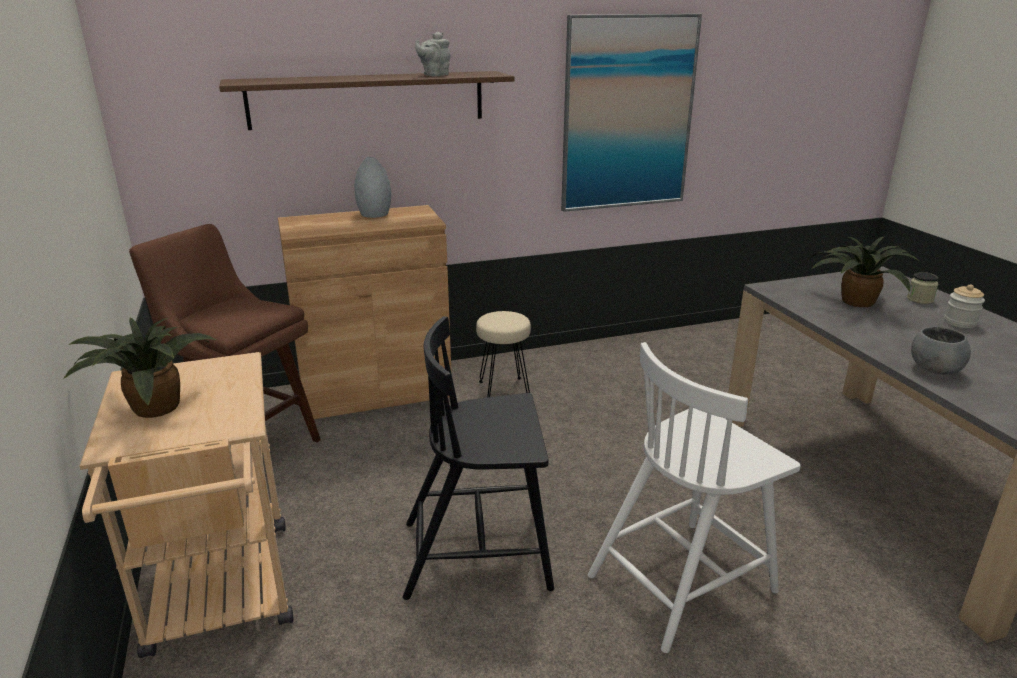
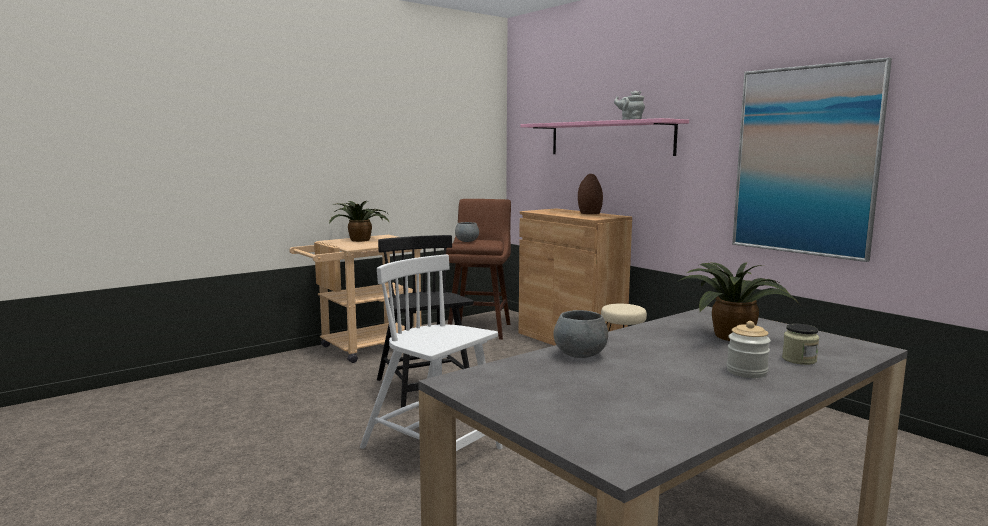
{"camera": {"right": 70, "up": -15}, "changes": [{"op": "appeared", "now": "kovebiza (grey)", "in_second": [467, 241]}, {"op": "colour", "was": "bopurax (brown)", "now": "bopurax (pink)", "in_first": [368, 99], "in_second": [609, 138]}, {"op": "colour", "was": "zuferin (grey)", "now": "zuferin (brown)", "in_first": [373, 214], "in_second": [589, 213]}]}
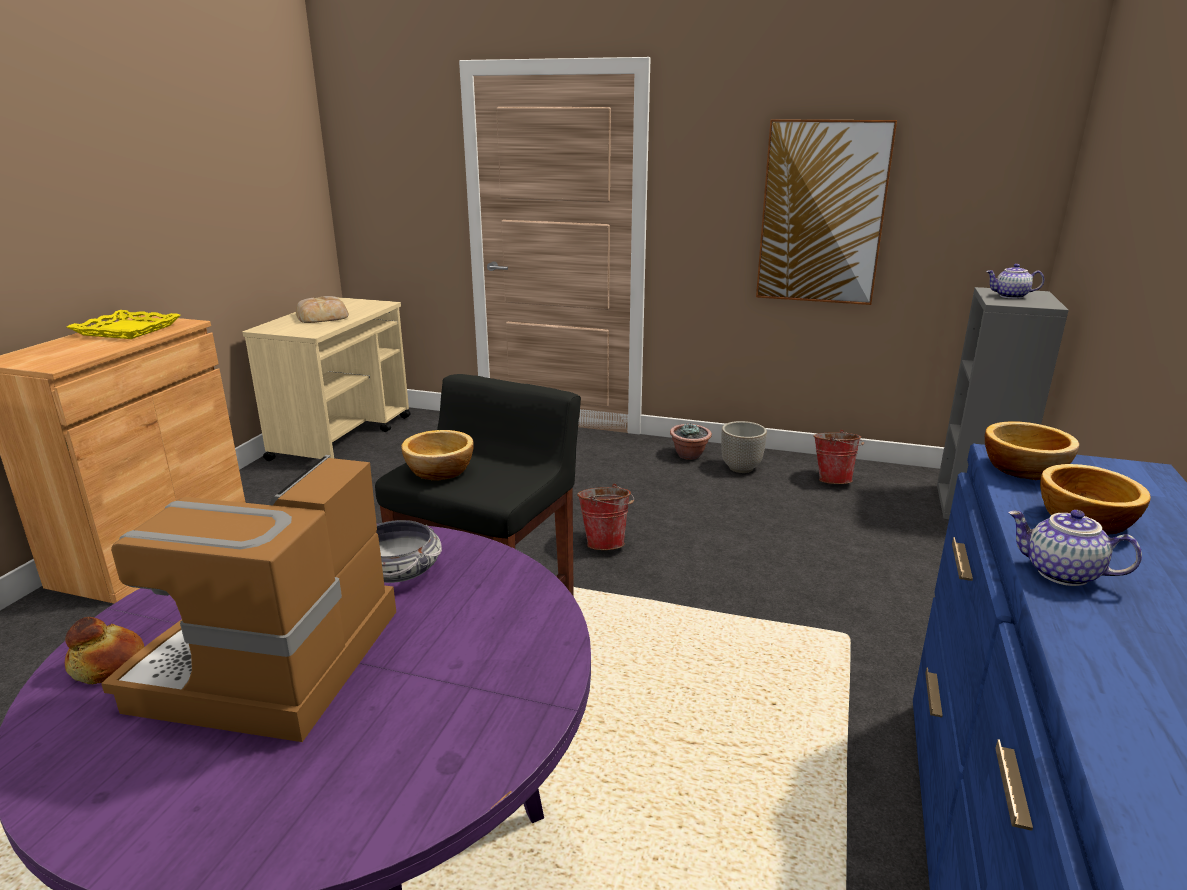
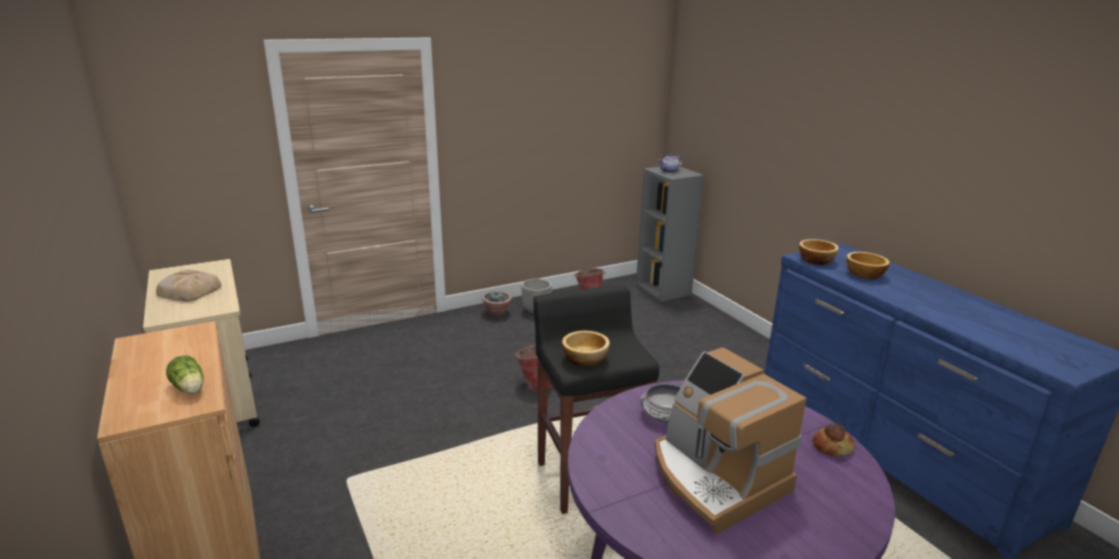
{"camera": {"right": -45, "up": 0}, "changes": [{"op": "appeared", "now": "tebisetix", "in_second": [189, 389]}, {"op": "relocated", "was": "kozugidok", "in_first": [108, 664], "in_second": [832, 447]}, {"op": "missing", "was": "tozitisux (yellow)", "in_first": [126, 330]}, {"op": "missing", "was": "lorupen", "in_first": [822, 213]}, {"op": "missing", "was": "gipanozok", "in_first": [1061, 574]}]}
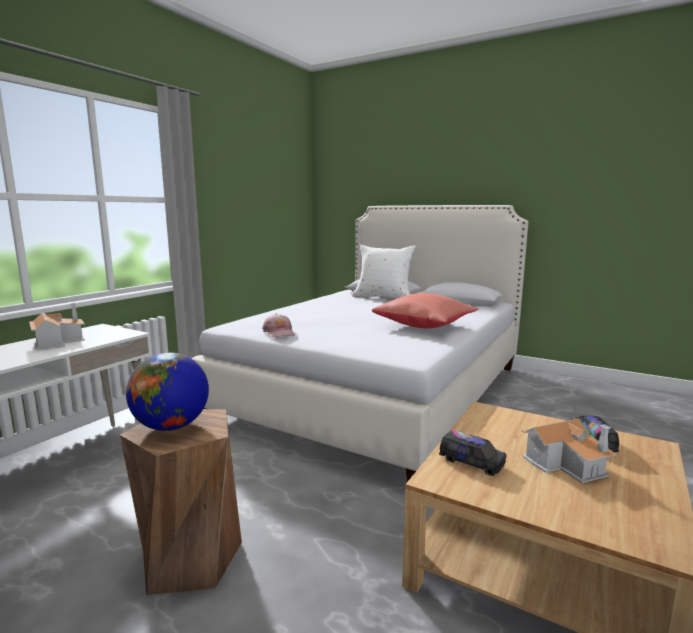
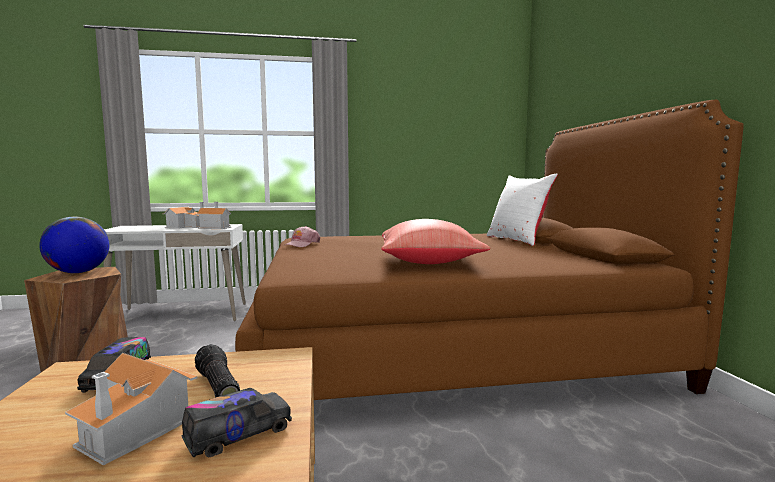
{"camera": {"right": 50, "up": -5}, "changes": [{"op": "appeared", "now": "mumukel", "in_second": [215, 227]}, {"op": "appeared", "now": "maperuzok", "in_second": [216, 386]}, {"op": "colour", "was": "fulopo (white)", "now": "fulopo (brown)", "in_first": [378, 391], "in_second": [448, 347]}]}
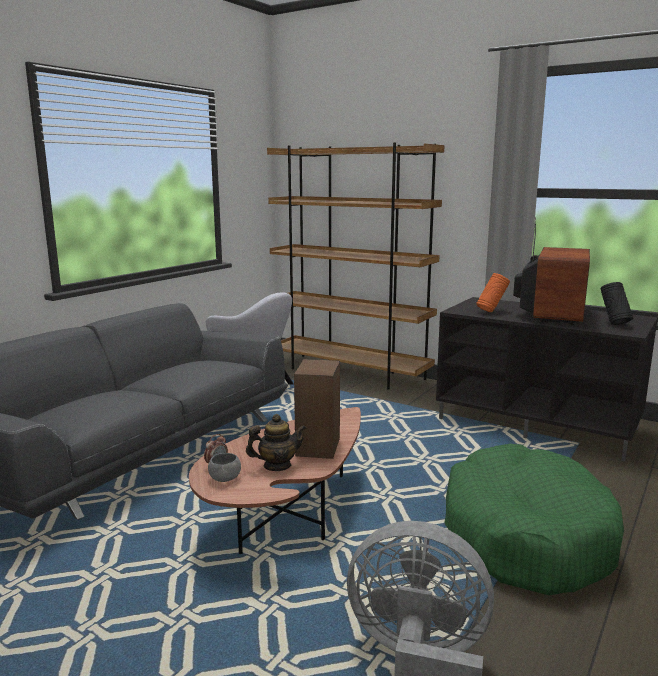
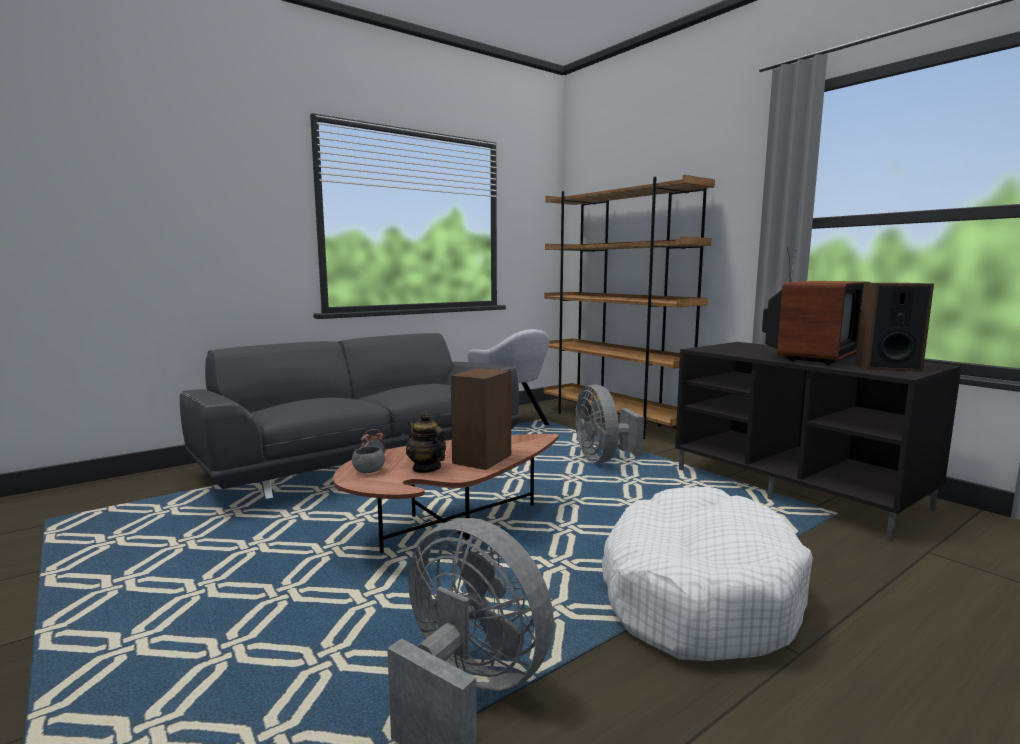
{"camera": {"right": 20, "up": -5}, "changes": [{"op": "spun", "was": "gipanozok", "in_first": [277, 466], "in_second": [426, 468], "clockwise": -135}, {"op": "appeared", "now": "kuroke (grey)", "in_second": [603, 459]}, {"op": "colour", "was": "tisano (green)", "now": "tisano (white)", "in_first": [525, 536], "in_second": [697, 593]}, {"op": "exchanged", "was": "zuferin (black)", "now": "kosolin", "in_first": [614, 324], "in_second": [887, 367]}, {"op": "missing", "was": "zuferin (orange)", "in_first": [491, 311]}]}
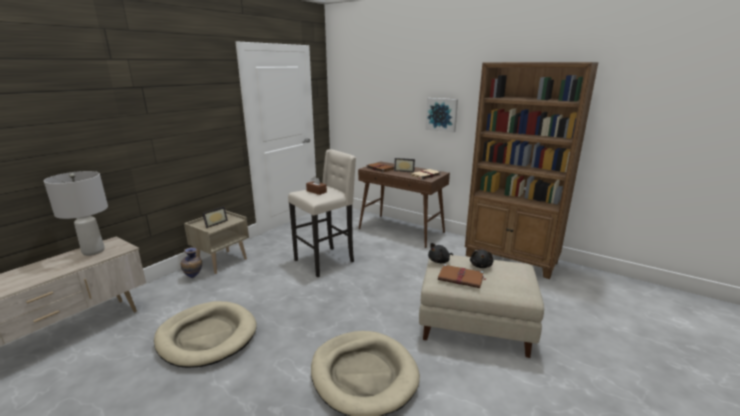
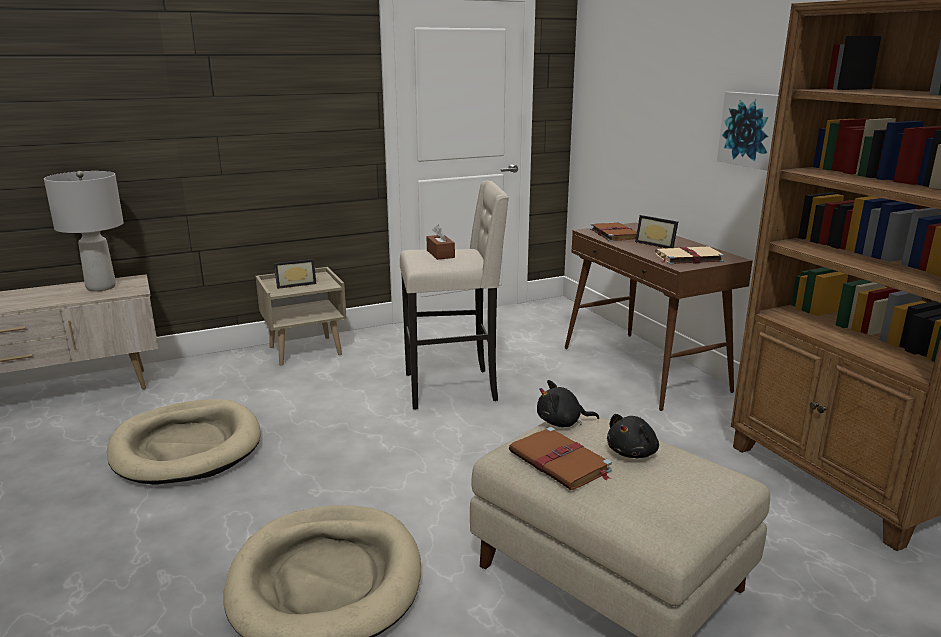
{"camera": {"right": 30, "up": 0}, "changes": [{"op": "missing", "was": "zuferin", "in_first": [194, 277]}]}
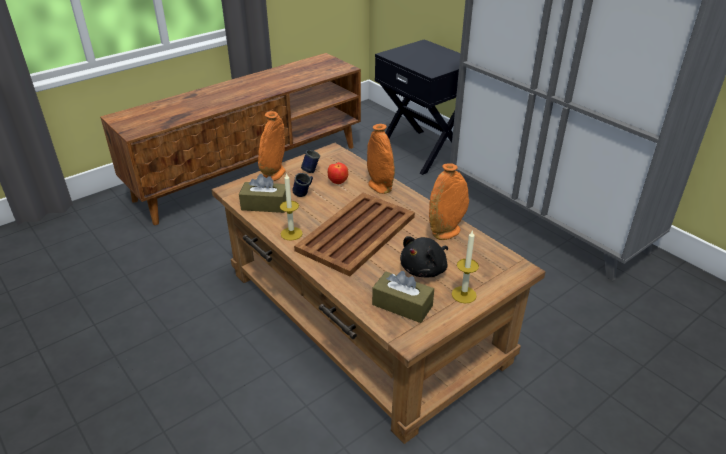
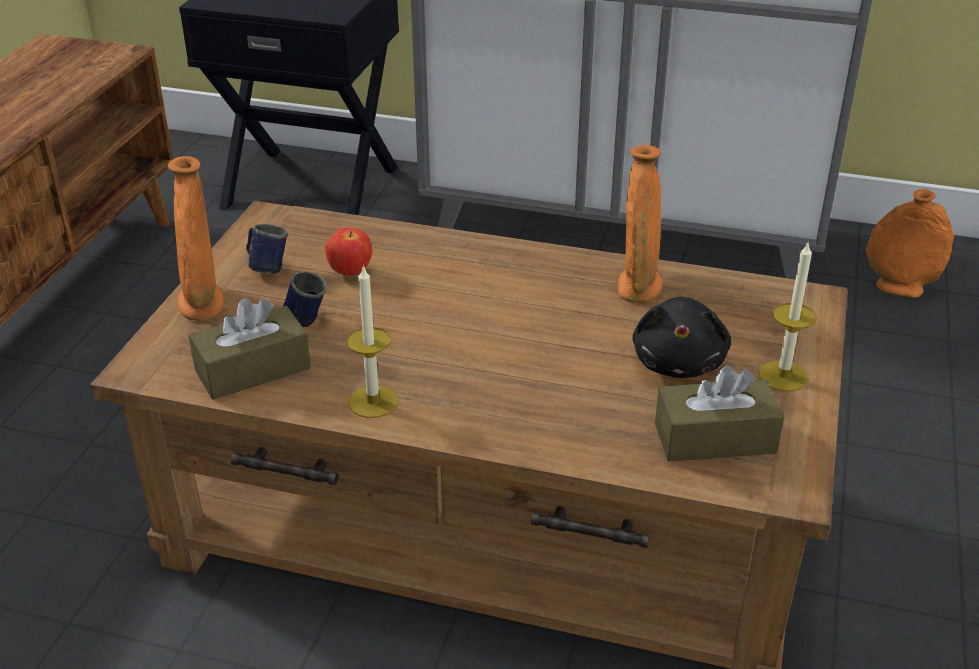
{"camera": {"right": -35, "up": 0}, "changes": [{"op": "relocated", "was": "zuferin (orange)", "in_first": [380, 187], "in_second": [899, 288]}, {"op": "missing", "was": "tozitisux (brown)", "in_first": [357, 233]}]}
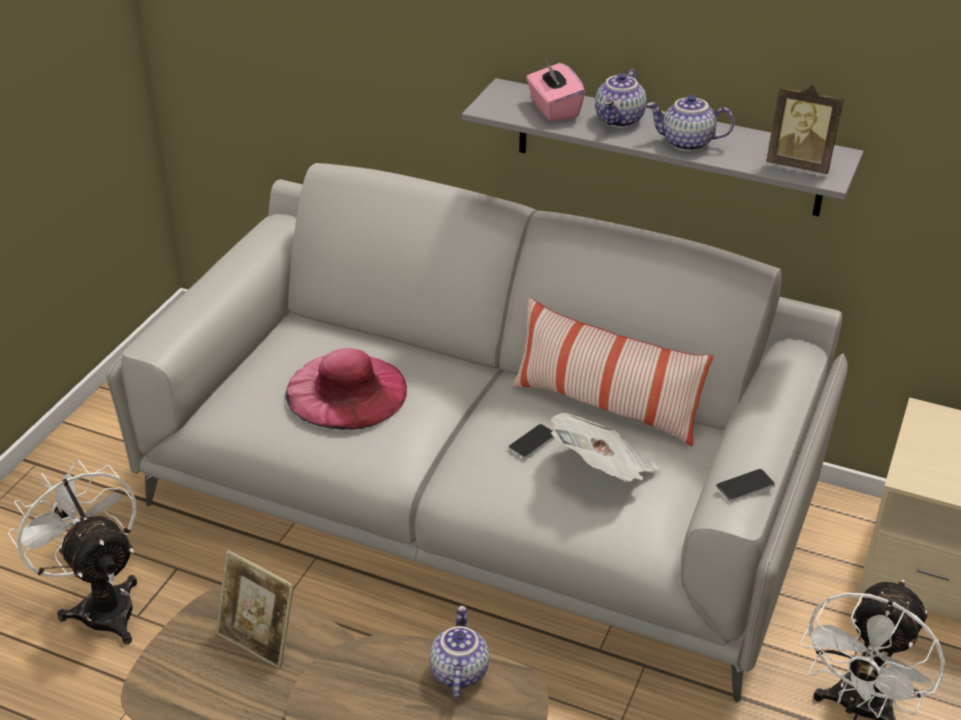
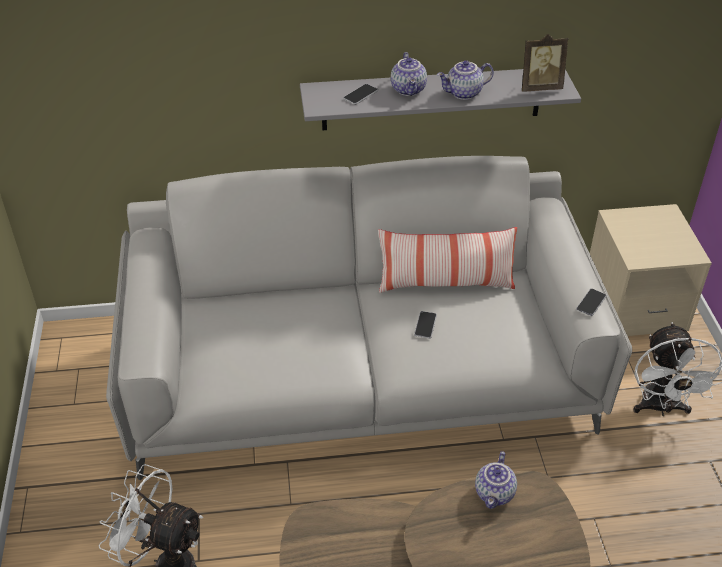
{"camera": {"right": -30, "up": 5}, "changes": [{"op": "exchanged", "was": "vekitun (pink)", "now": "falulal", "in_first": [553, 109], "in_second": [360, 95]}, {"op": "spun", "was": "gipanozok", "in_first": [457, 672], "in_second": [495, 494], "clockwise": -135}, {"op": "missing", "was": "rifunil", "in_first": [258, 641]}, {"op": "missing", "was": "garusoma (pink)", "in_first": [346, 390]}, {"op": "missing", "was": "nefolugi", "in_first": [603, 470]}]}
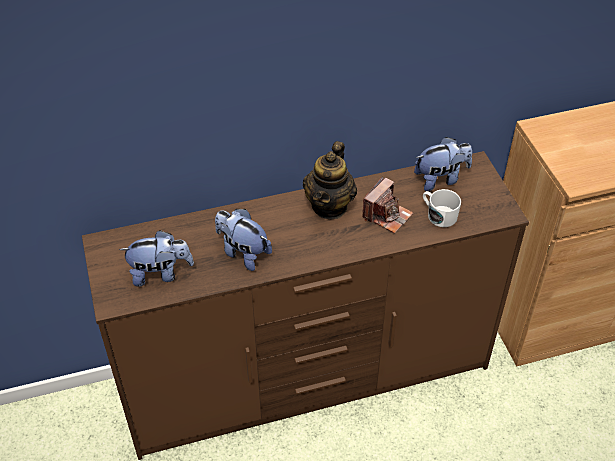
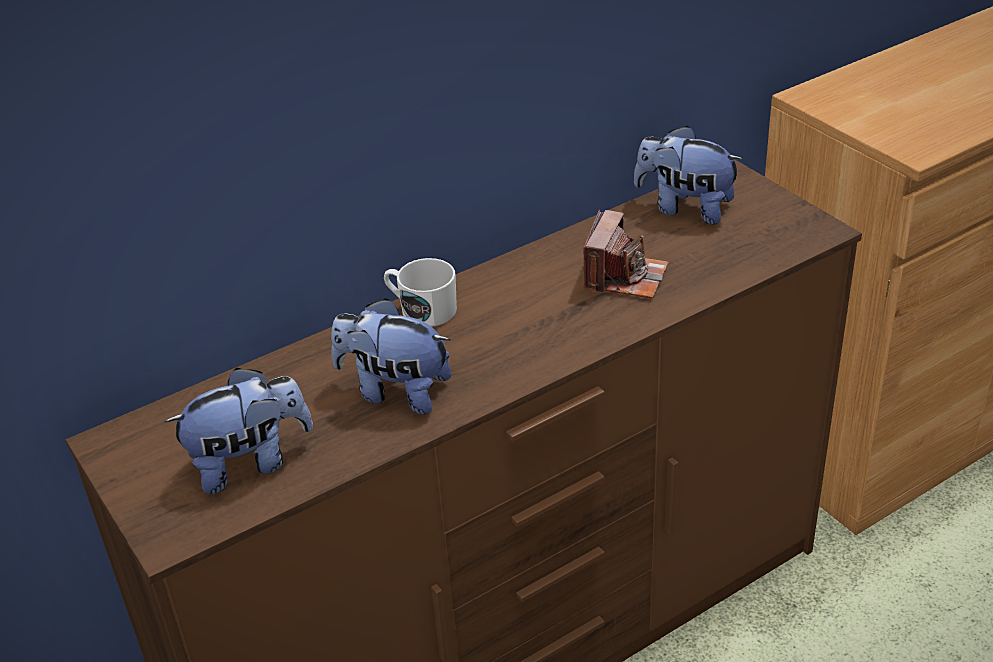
{"camera": {"right": -15, "up": -10}, "changes": [{"op": "relocated", "was": "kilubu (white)", "in_first": [438, 215], "in_second": [422, 309]}, {"op": "spun", "was": "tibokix", "in_first": [440, 179], "in_second": [685, 208], "clockwise": -120}, {"op": "missing", "was": "gipanozok", "in_first": [330, 206]}]}
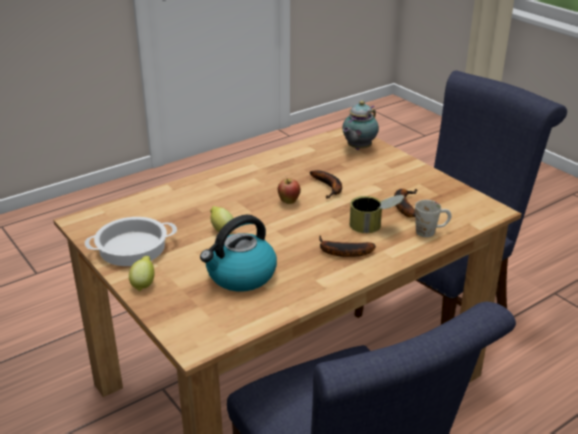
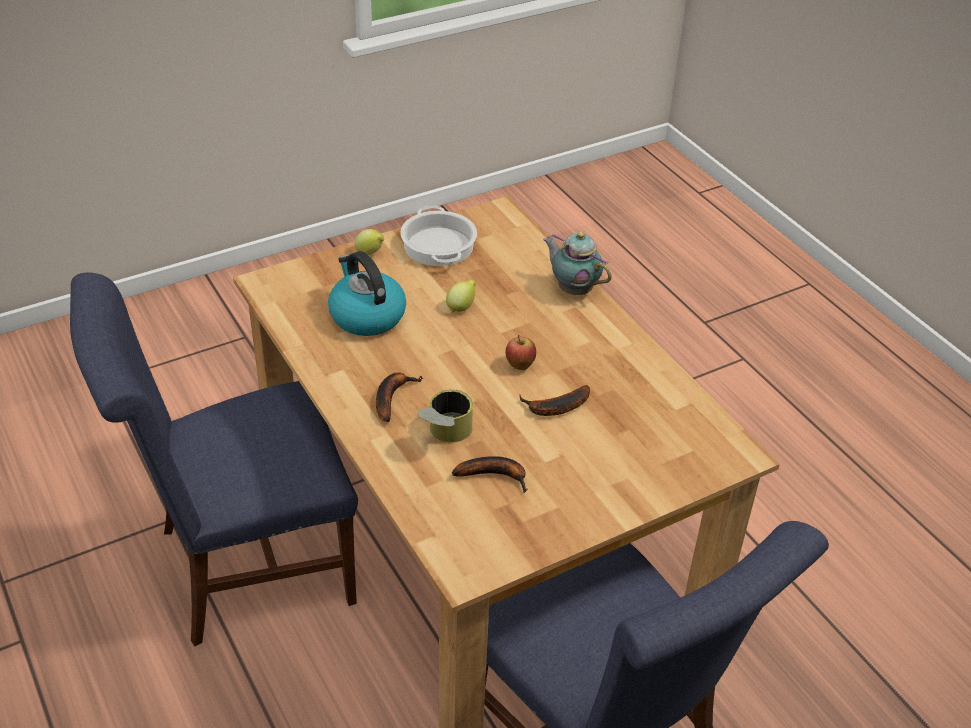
{"camera": {"right": 95, "up": 10}, "changes": [{"op": "relocated", "was": "gipanozok", "in_first": [358, 148], "in_second": [573, 289]}, {"op": "missing", "was": "kilubu (white)", "in_first": [431, 231]}]}
